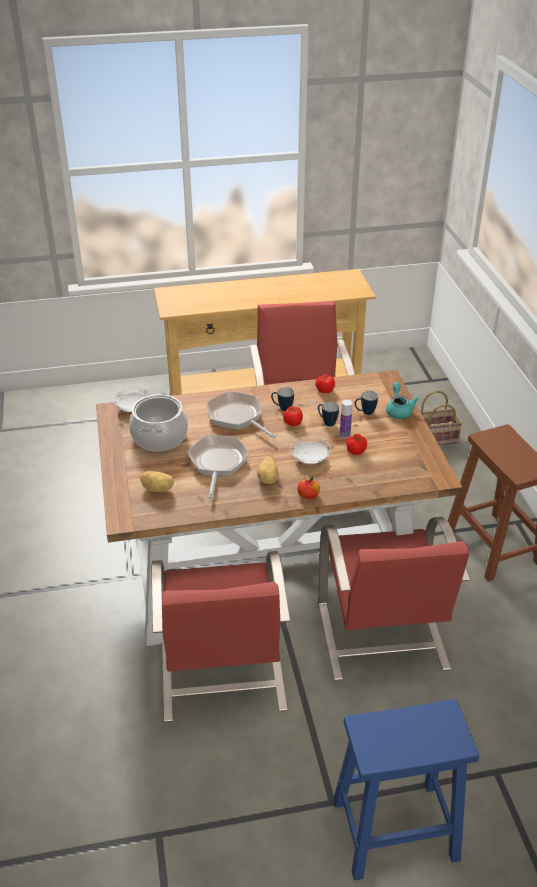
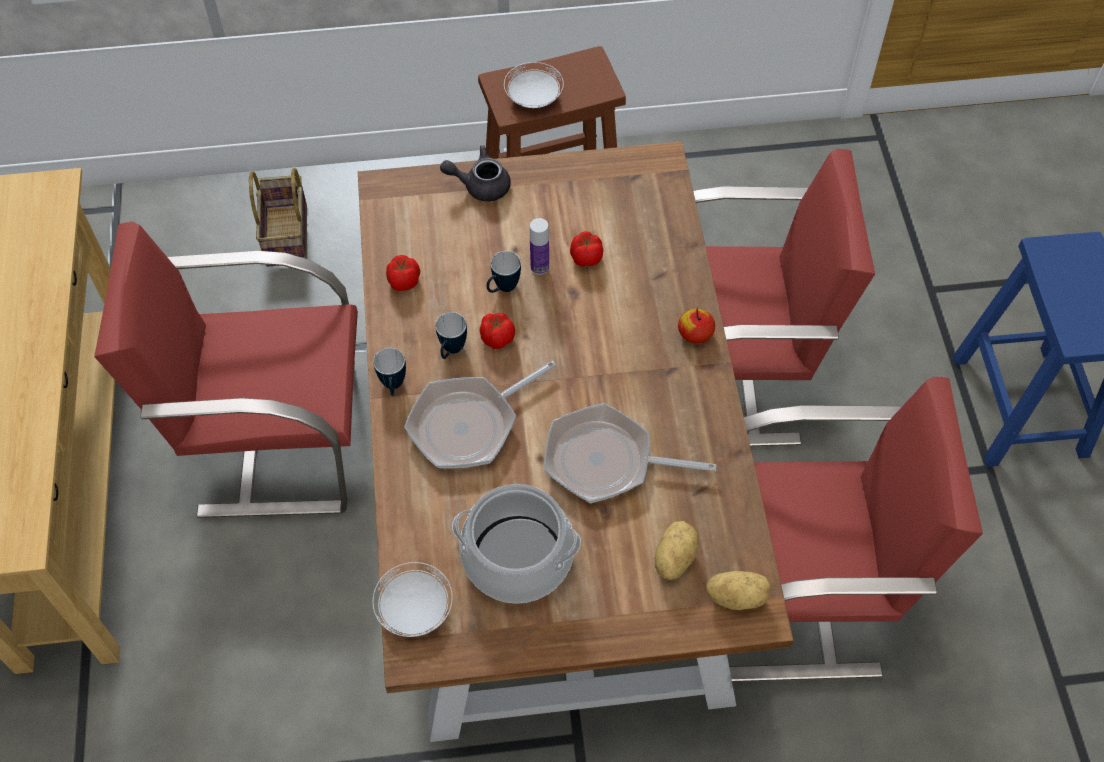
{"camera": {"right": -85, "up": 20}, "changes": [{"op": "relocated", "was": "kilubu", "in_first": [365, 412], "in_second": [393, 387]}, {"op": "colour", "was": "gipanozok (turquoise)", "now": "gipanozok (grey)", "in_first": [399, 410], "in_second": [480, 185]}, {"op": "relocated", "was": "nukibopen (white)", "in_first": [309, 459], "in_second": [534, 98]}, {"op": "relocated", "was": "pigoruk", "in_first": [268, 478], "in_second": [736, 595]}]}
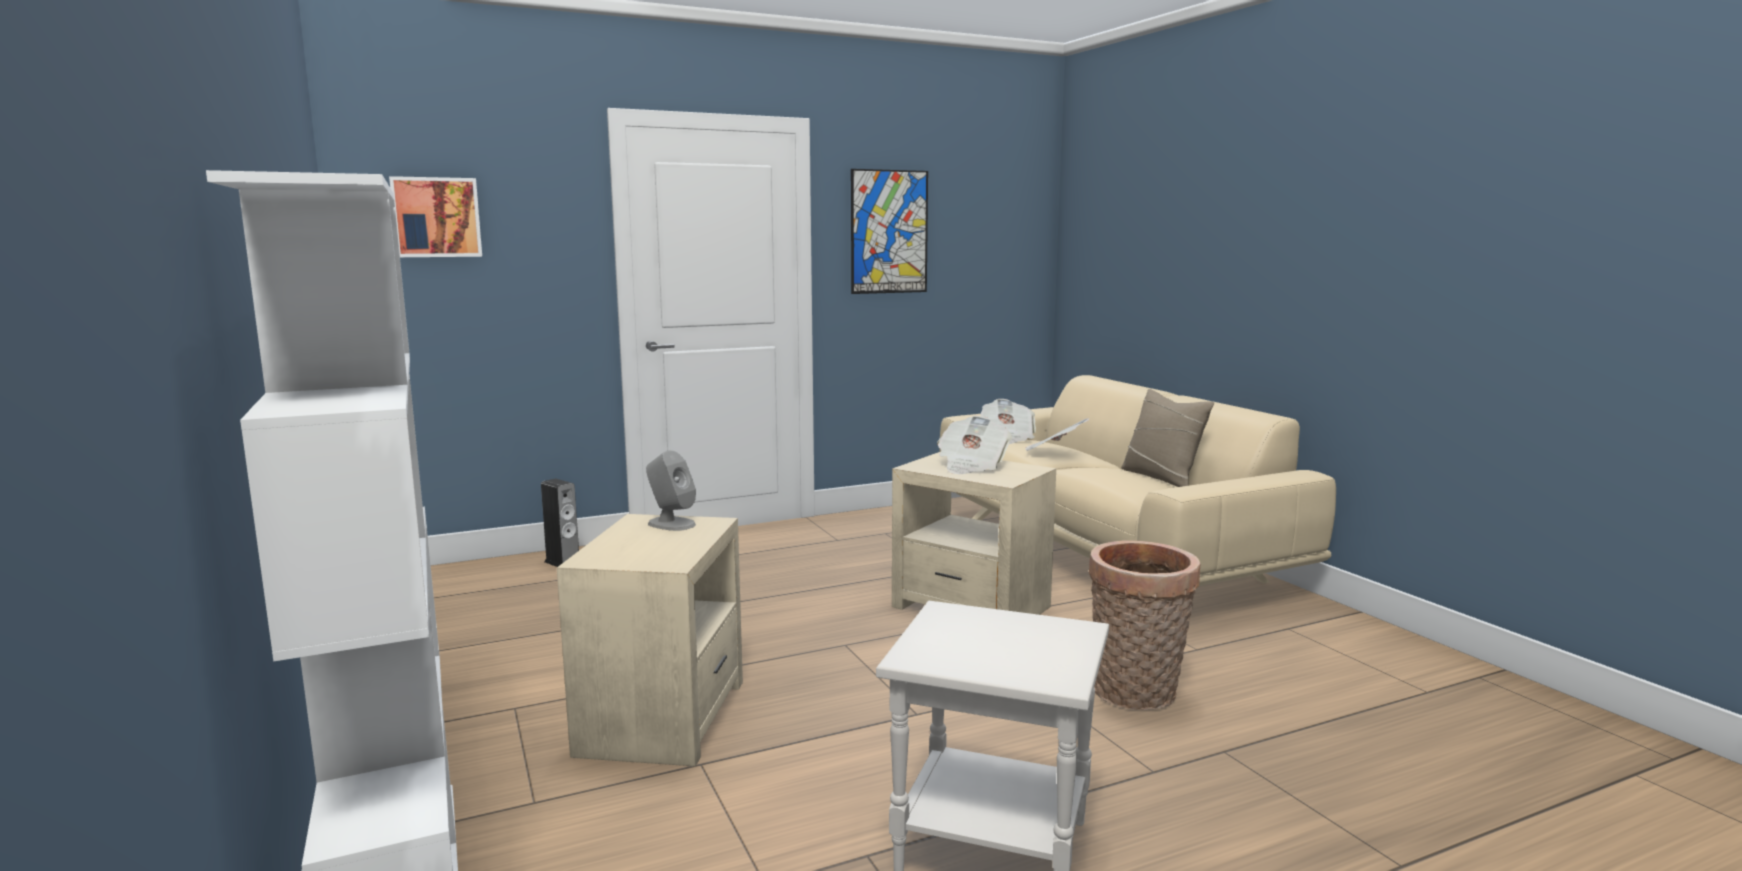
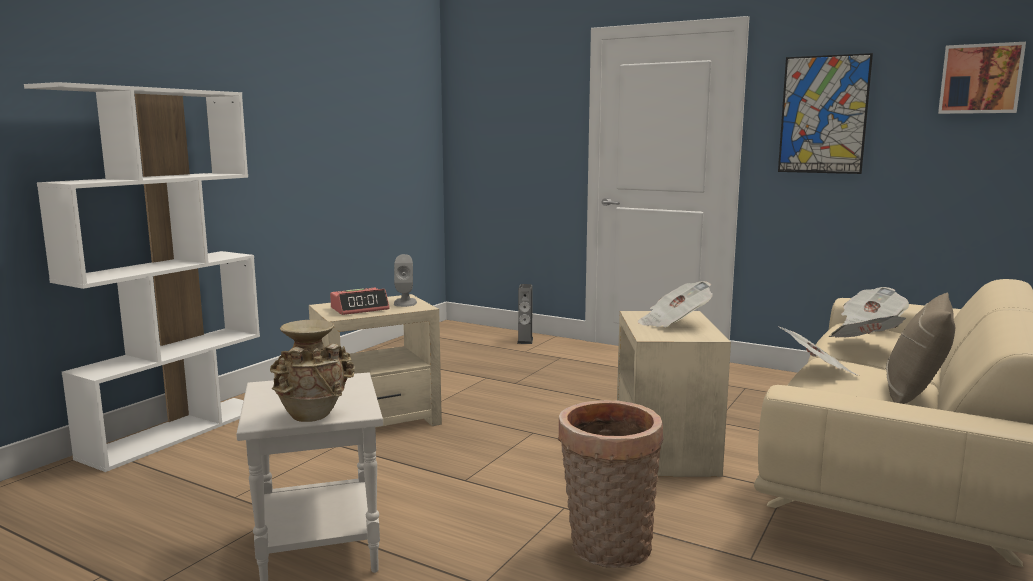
{"camera": {"right": 55, "up": 0}, "changes": [{"op": "appeared", "now": "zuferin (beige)", "in_second": [313, 416]}, {"op": "appeared", "now": "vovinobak", "in_second": [360, 309]}, {"op": "appeared", "now": "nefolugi", "in_second": [816, 371]}, {"op": "relocated", "was": "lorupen", "in_first": [436, 217], "in_second": [980, 79]}]}
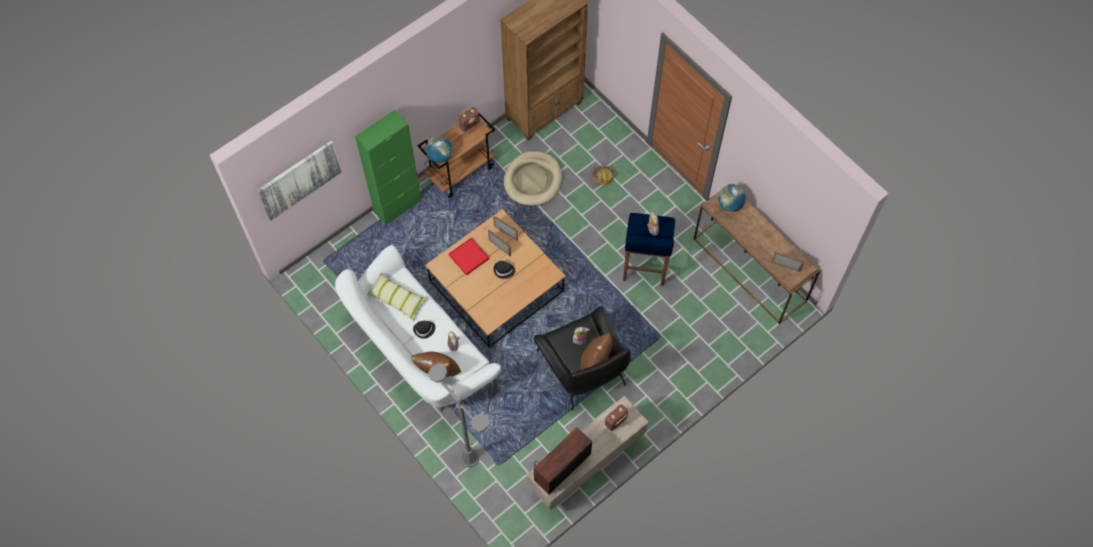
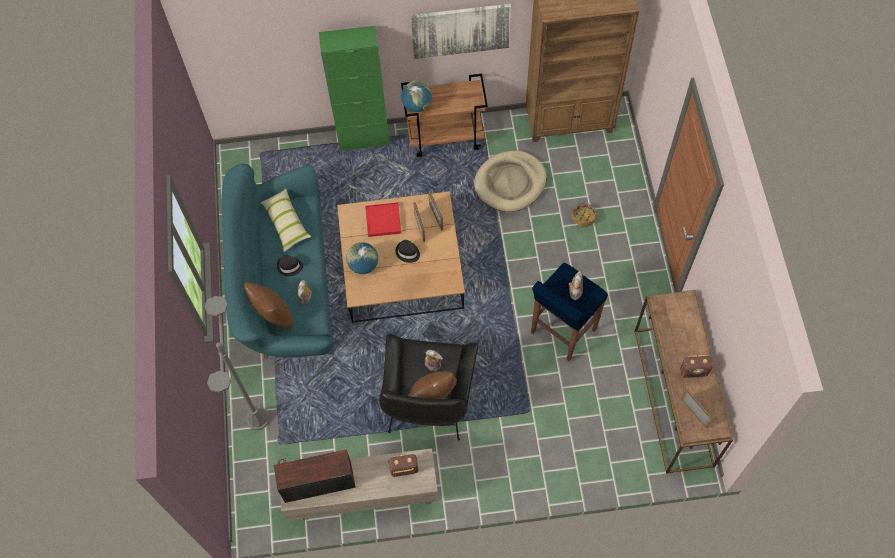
{"camera": {"right": 35, "up": 0}, "changes": [{"op": "colour", "was": "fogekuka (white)", "now": "fogekuka (turquoise)", "in_first": [419, 350], "in_second": [285, 287]}, {"op": "relocated", "was": "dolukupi", "in_first": [730, 205], "in_second": [363, 265]}, {"op": "relocated", "was": "lorupen", "in_first": [299, 179], "in_second": [460, 30]}, {"op": "relocated", "was": "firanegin", "in_first": [469, 124], "in_second": [694, 372]}]}
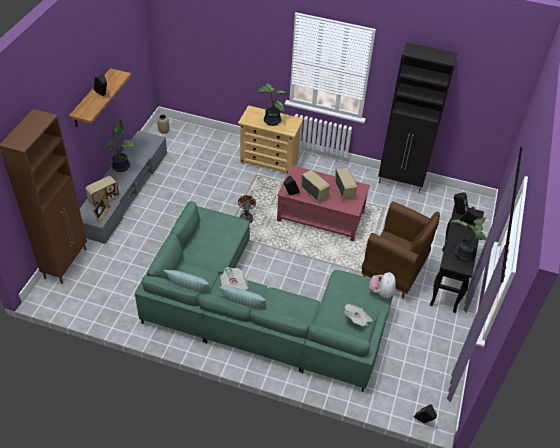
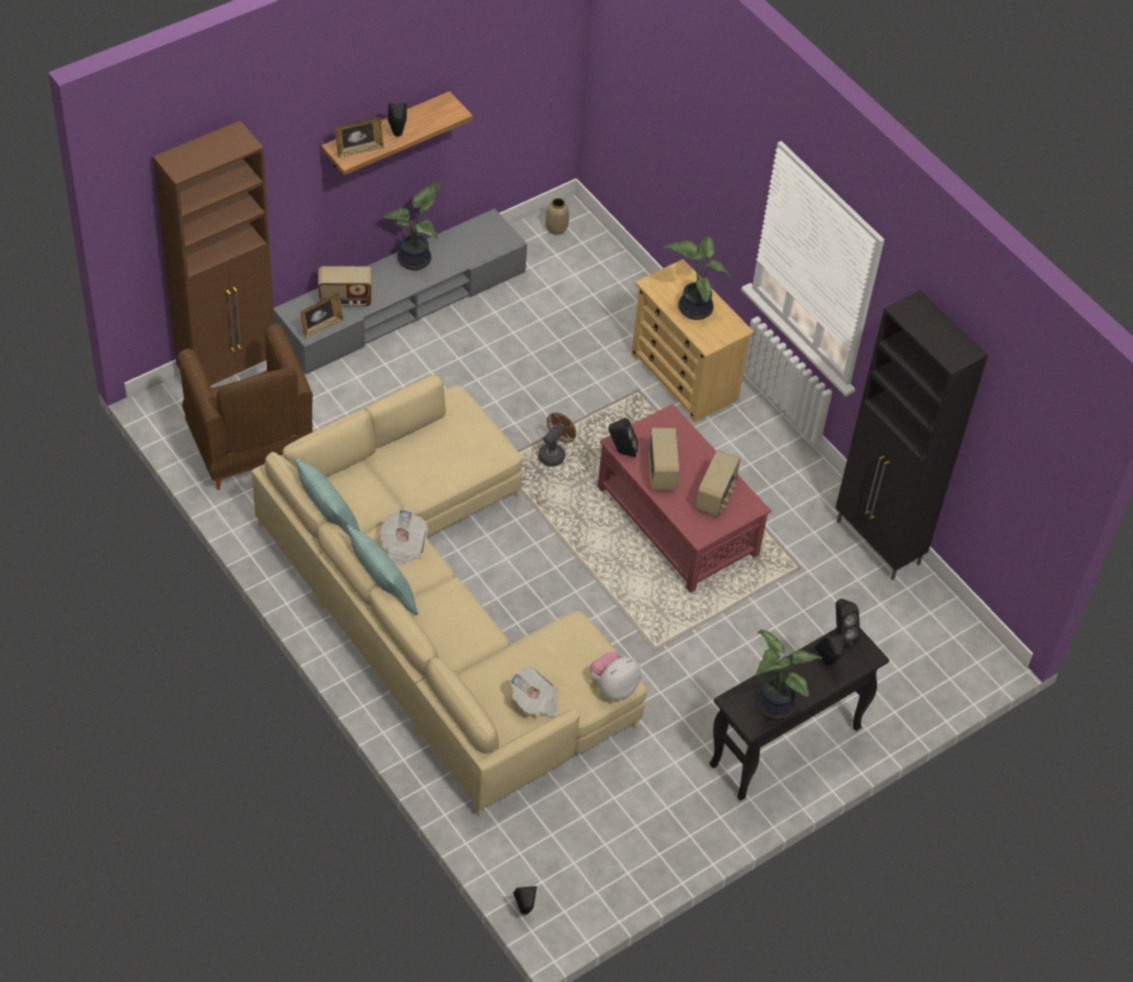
{"camera": {"right": 35, "up": 5}, "changes": [{"op": "relocated", "was": "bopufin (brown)", "in_first": [394, 272], "in_second": [250, 449]}, {"op": "colour", "was": "fogekuka (green)", "now": "fogekuka (beige)", "in_first": [259, 311], "in_second": [437, 610]}, {"op": "appeared", "now": "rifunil", "in_second": [359, 150]}]}
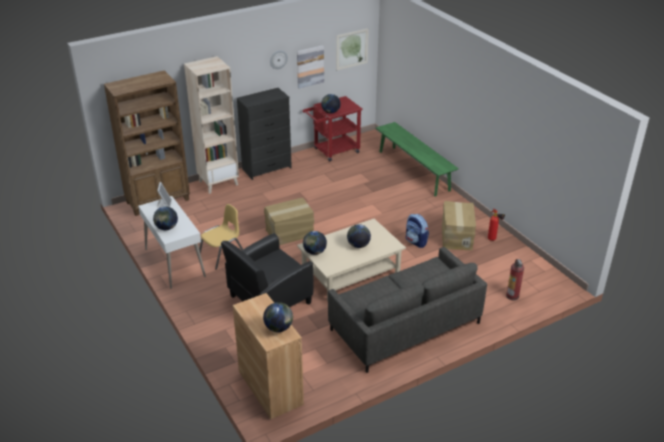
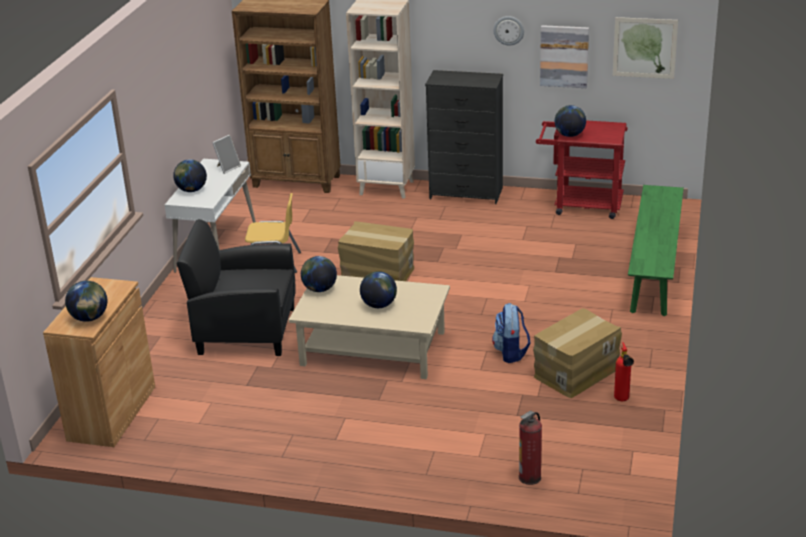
{"camera": {"right": 45, "up": -5}, "changes": [{"op": "missing", "was": "fogekuka (grey)", "in_first": [405, 326]}]}
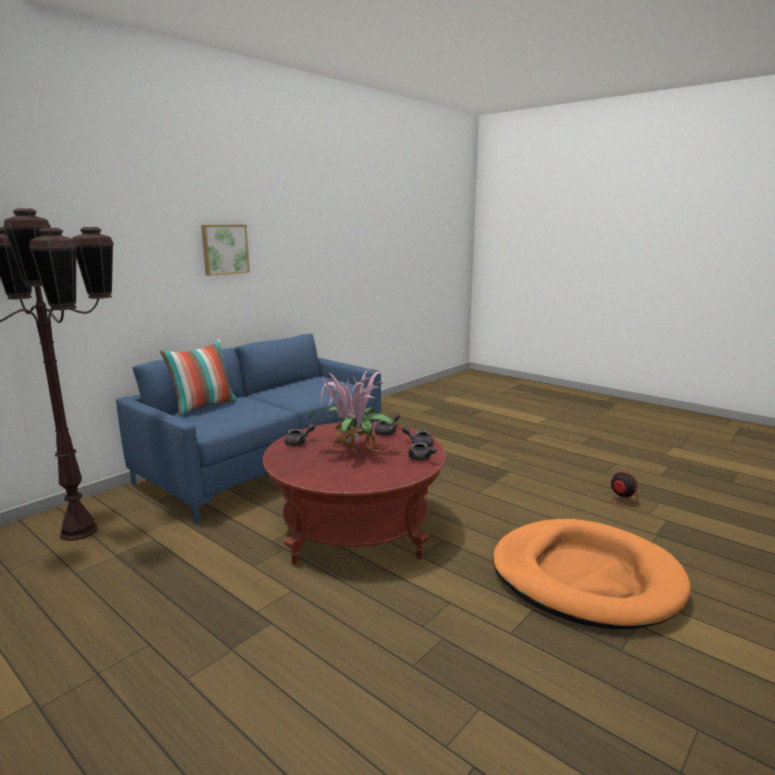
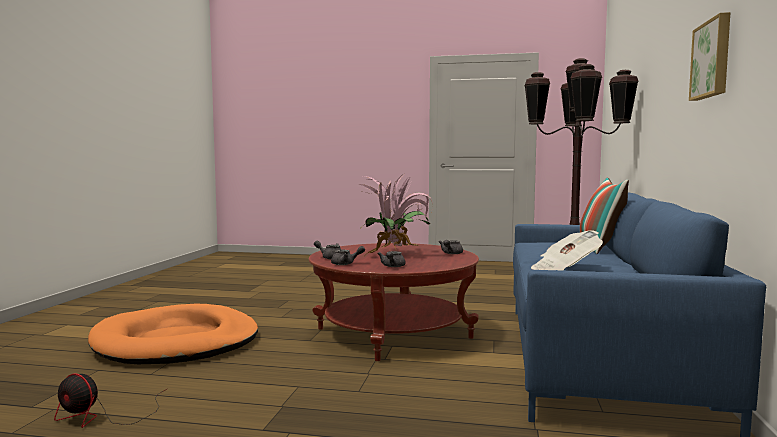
{"camera": {"right": 150, "up": -10}, "changes": [{"op": "appeared", "now": "nefolugi", "in_second": [565, 269]}]}
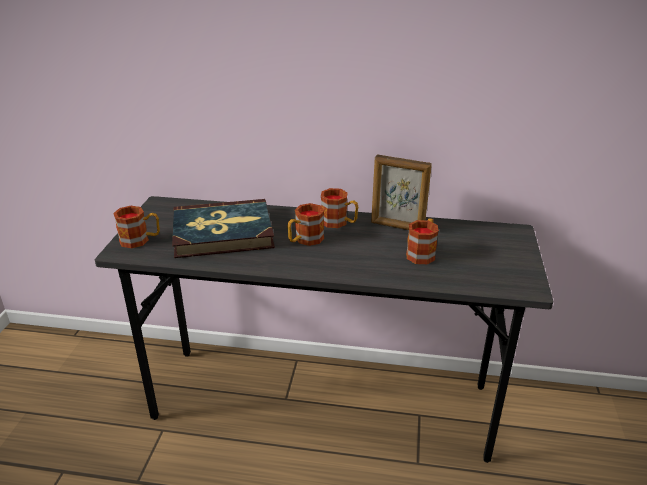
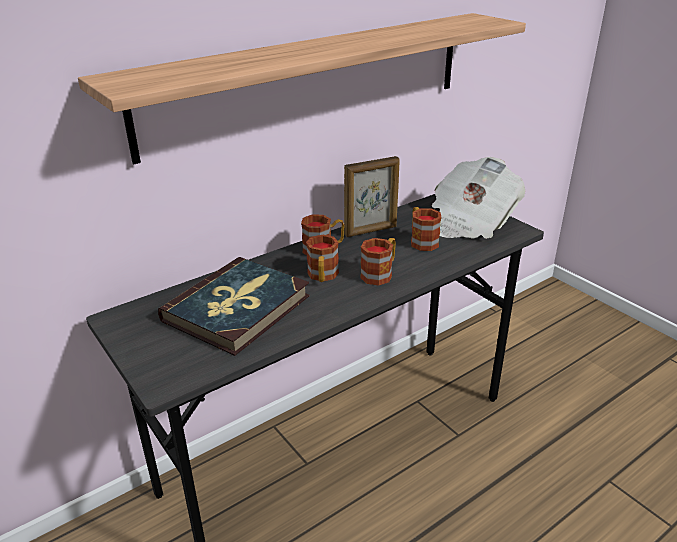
{"camera": {"right": -45, "up": 0}, "changes": [{"op": "appeared", "now": "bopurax", "in_second": [312, 80]}, {"op": "relocated", "was": "kilubu", "in_first": [140, 240], "in_second": [380, 273]}, {"op": "appeared", "now": "nefolugi", "in_second": [470, 221]}]}
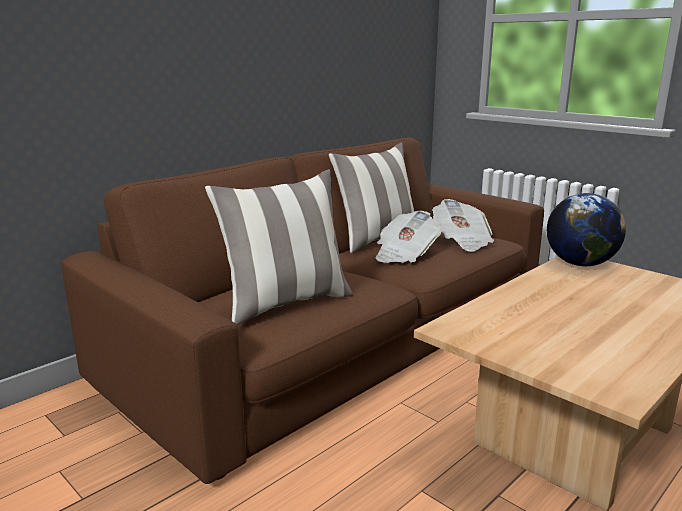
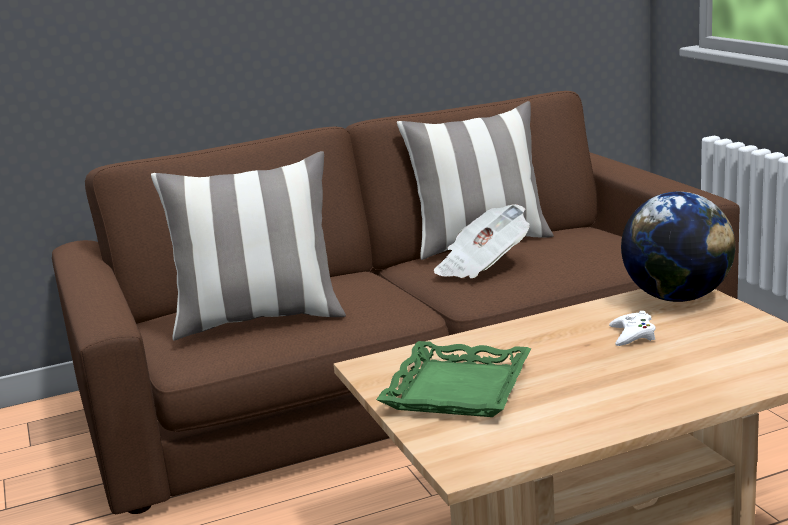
{"camera": {"right": 25, "up": 0}, "changes": [{"op": "appeared", "now": "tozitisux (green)", "in_second": [456, 389]}, {"op": "appeared", "now": "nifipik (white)", "in_second": [632, 335]}, {"op": "missing", "was": "nefolugi", "in_first": [461, 241]}]}
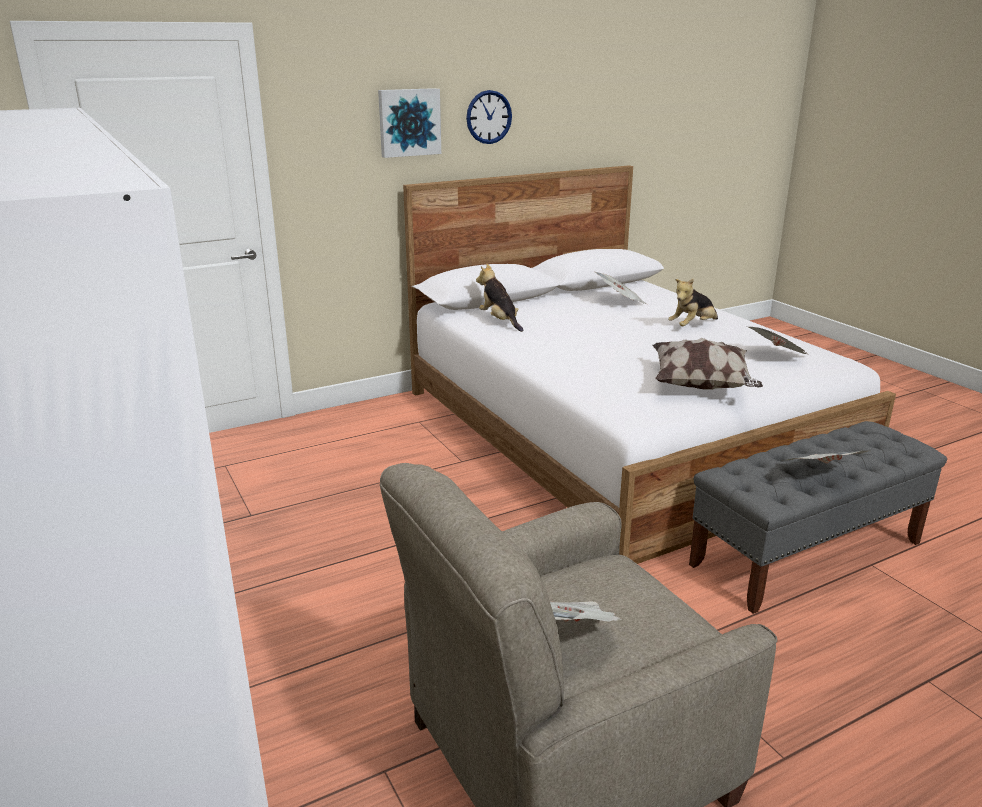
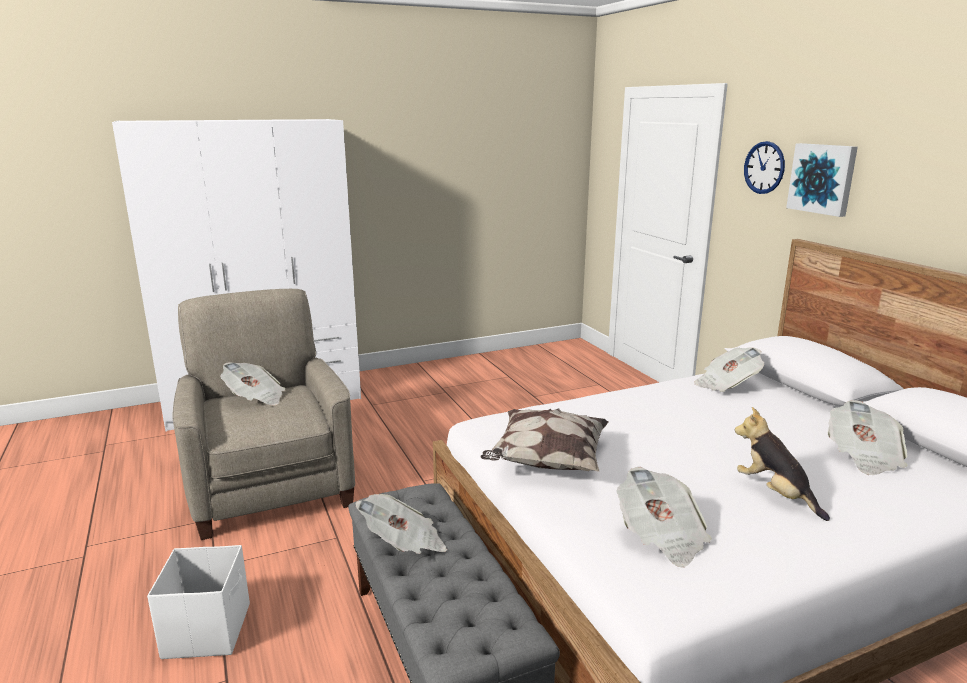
{"camera": {"right": 95, "up": -5}, "changes": [{"op": "appeared", "now": "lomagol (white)", "in_second": [208, 630]}, {"op": "exchanged", "was": "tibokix", "now": "nefolugi", "in_first": [500, 321], "in_second": [726, 384]}, {"op": "relocated", "was": "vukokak", "in_first": [489, 117], "in_second": [764, 167]}]}
